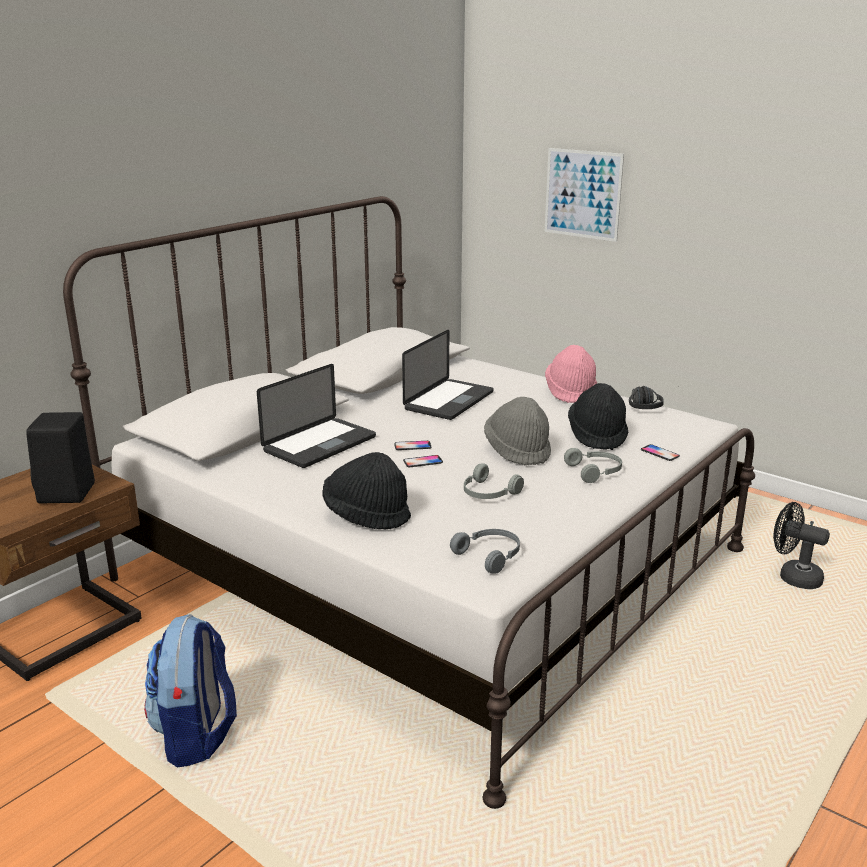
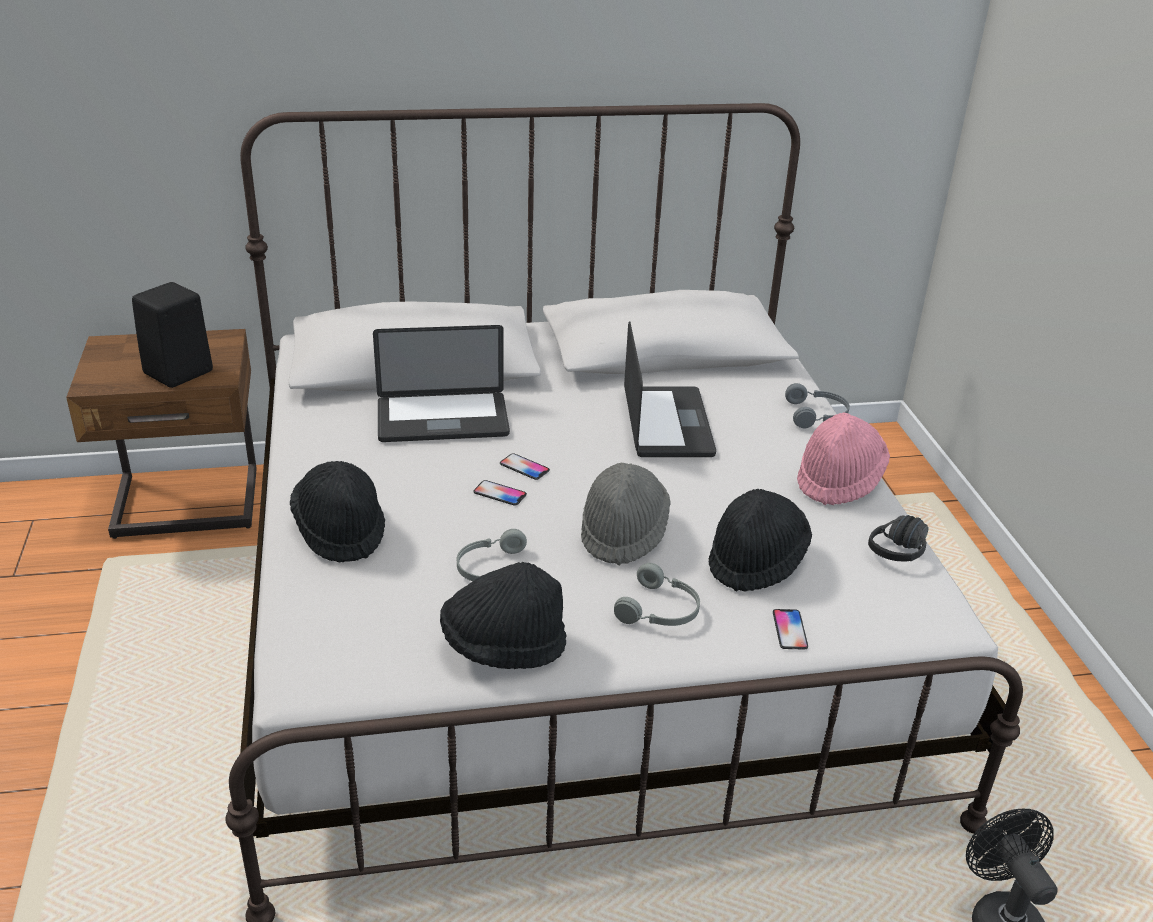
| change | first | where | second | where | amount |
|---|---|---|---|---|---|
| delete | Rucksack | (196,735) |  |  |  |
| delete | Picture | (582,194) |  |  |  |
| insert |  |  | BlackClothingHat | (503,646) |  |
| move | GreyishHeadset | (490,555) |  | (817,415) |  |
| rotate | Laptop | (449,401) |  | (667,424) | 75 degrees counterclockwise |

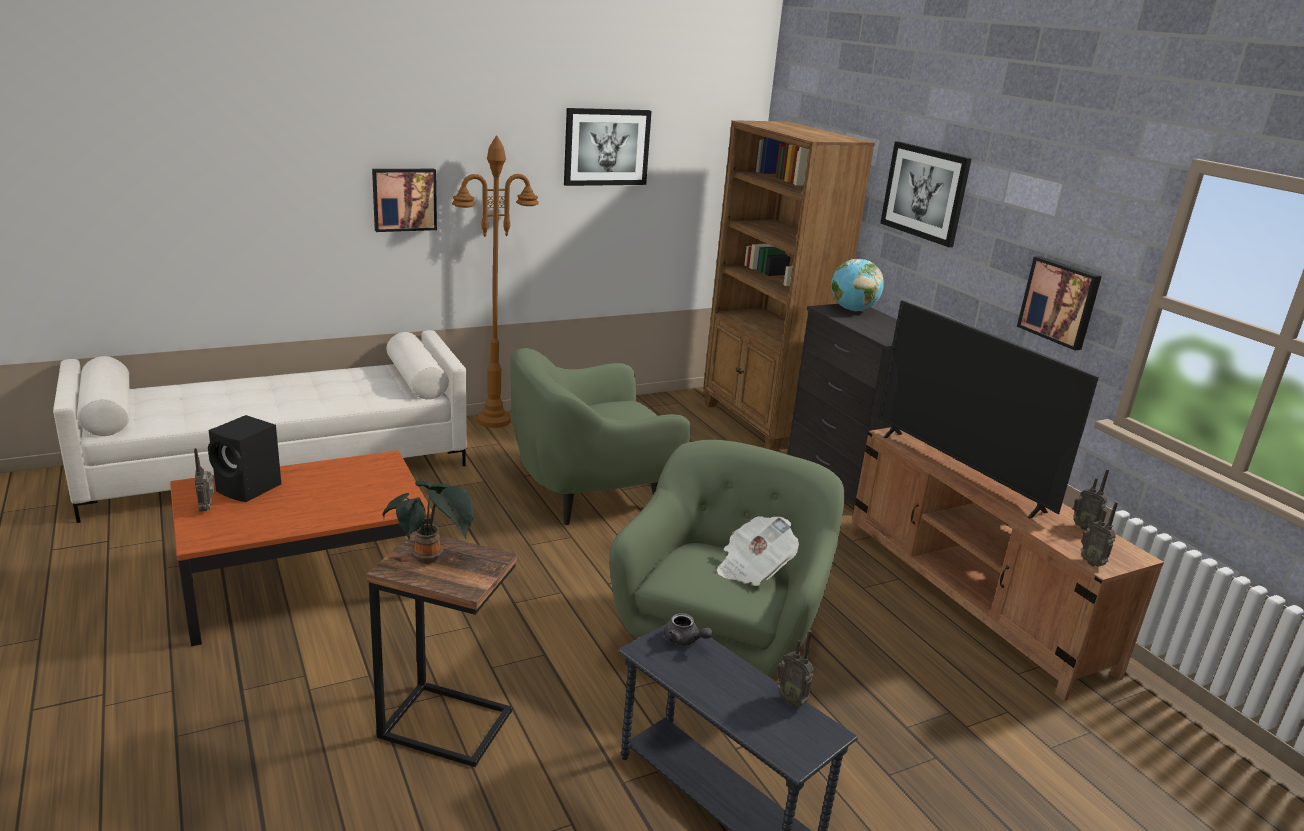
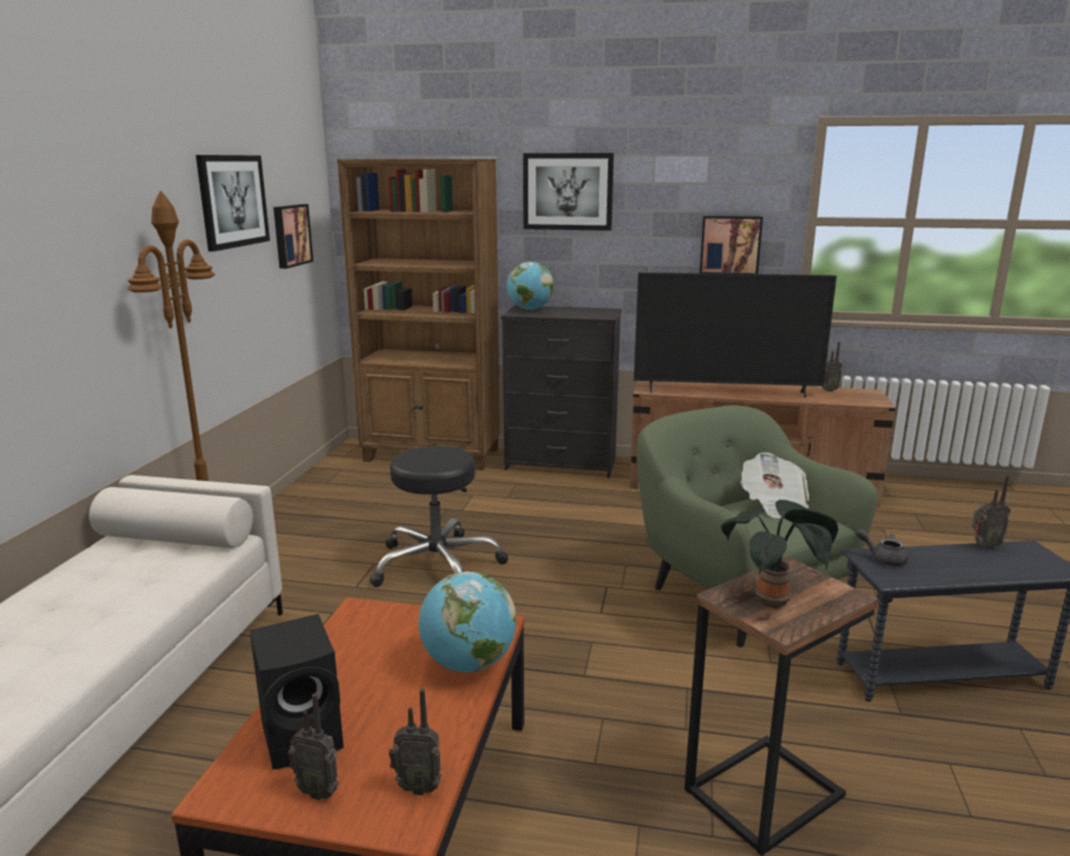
| change | first | where | second | where | amount |
|---|---|---|---|---|---|
| insert |  |  | WorldGlobe | (468,664) |  |
| move | Picture | (404,199) |  | (290,235) |  |
| move | Radio | (1092,562) |  | (418,787) |  |
| replace | GreenishArmchair | (590,493) | BlackSittingStool | (437,565) |  |
| rotate | GreyishTeapot | (684,640) |  | (883,558) | 135 degrees counterclockwise |

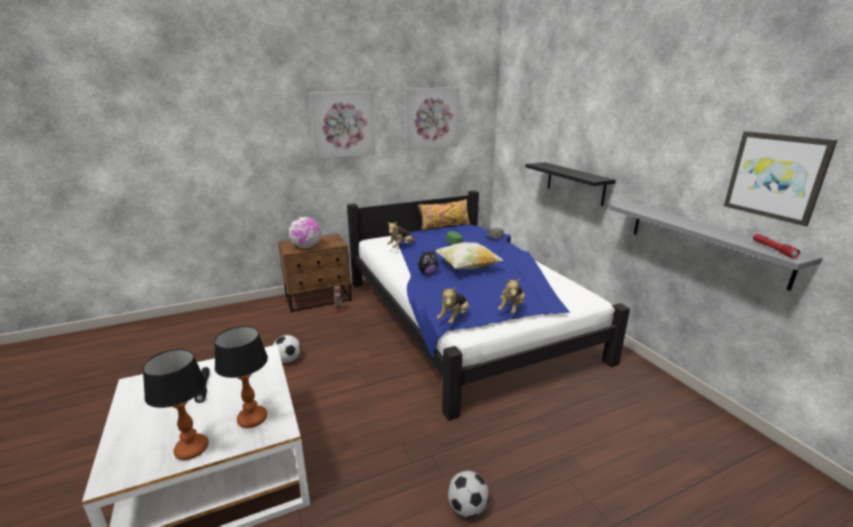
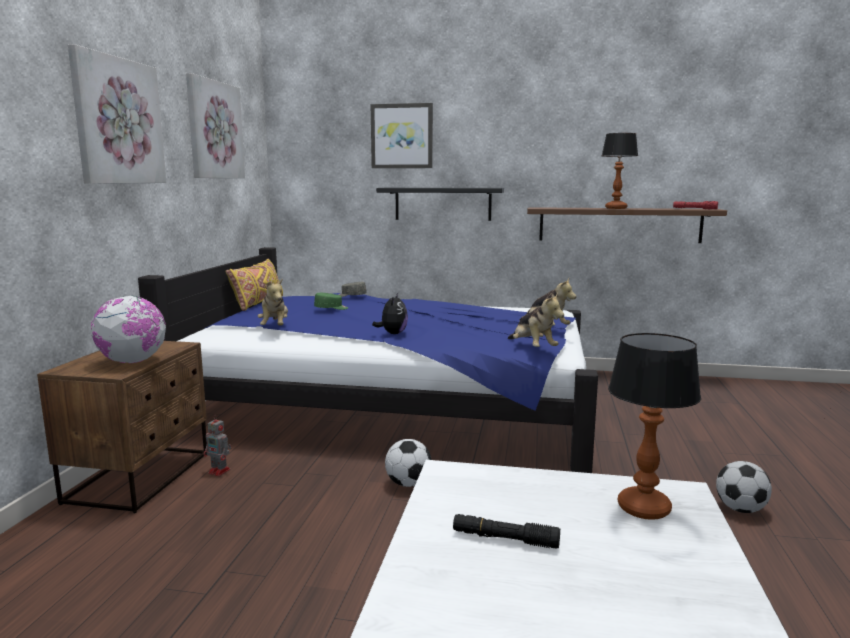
| change | first | where | second | where | amount |
|---|---|---|---|---|---|
| delete | Cushion | (467,267) |  |  |  |
| move | TabletopLamp | (192,449) |  | (615,208) |  |
| move | FootballBall | (288,360) |  | (408,483) |  |
| move | Picture | (776,176) |  | (402,136) |  |
| recolor | GreyishBracketShelf | (704,241) | BrownColouredBracketShelf | (619,225) |  |

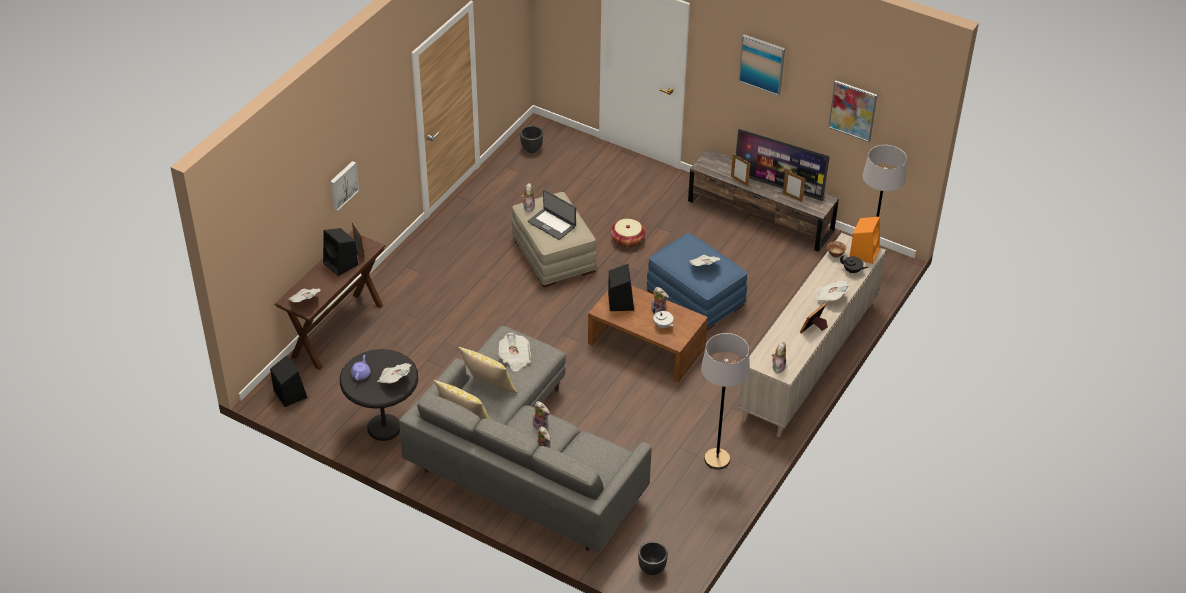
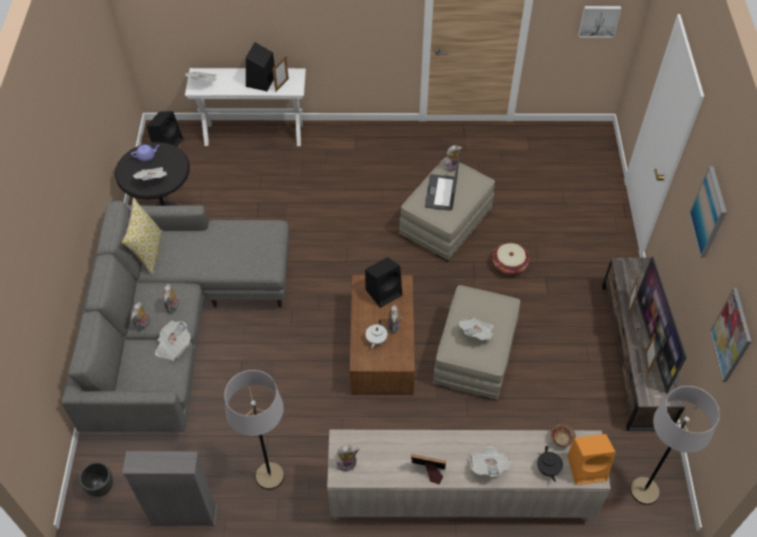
| change | first | where | second | where | amount |
|---|---|---|---|---|---|
| delete | Cushion | (489,387) |  |  |  |
| delete | BlackFlowerPot | (531,149) |  |  |  |
| insert |  |  | GreyishBookshelf | (184,516) |  |
| move | Picture | (342,185) |  | (598,20) |  |
| move | Newspaper | (515,359) |  | (173,346) |  |
| recolor | BrownColouredHallTable | (338,330) | WhiteHallTable | (254,134) |  |
| recolor | BlueColouredFootrest | (695,297) | BeigeFootrest | (474,354) |  |

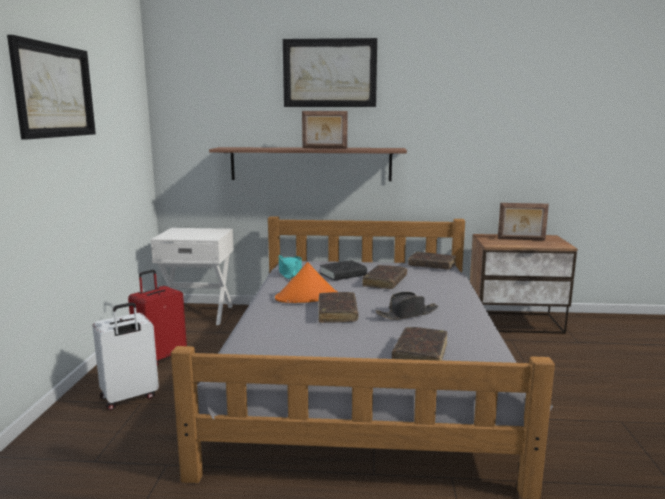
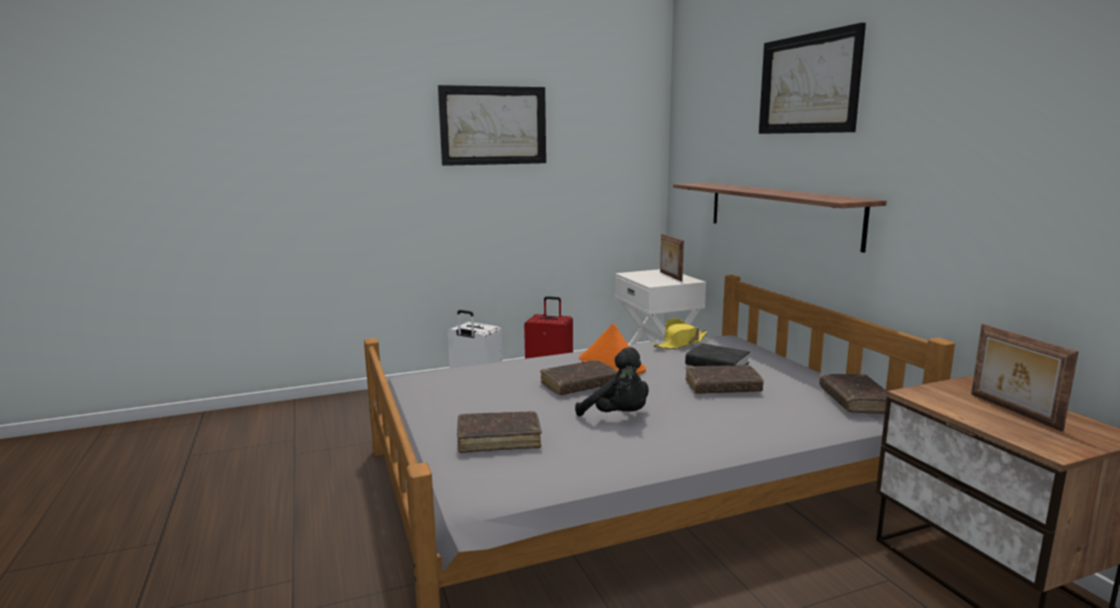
| change | first | where | second | where | amount |
|---|---|---|---|---|---|
| move | StandingFrame | (324,148) |  | (670,276) |  |
| replace | BlackClothingHat | (407,314) | BlackCuddlyToy | (618,416) |  |
| recolor | TurquoiseClothingHat | (290,273) | YellowClothingHat | (680,343) |  |

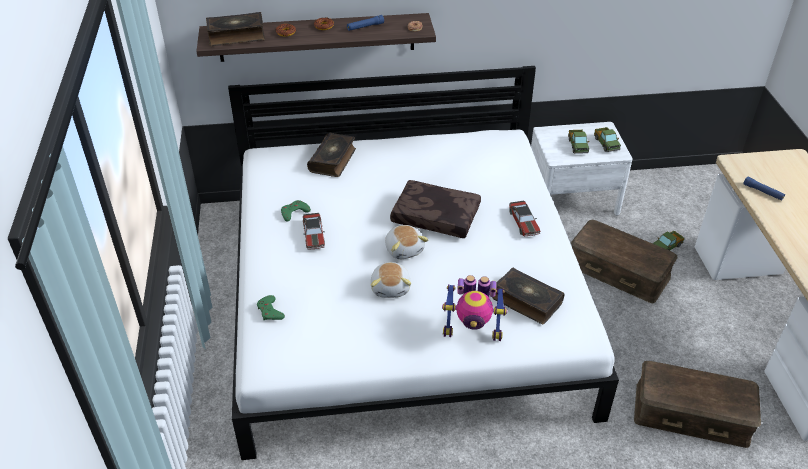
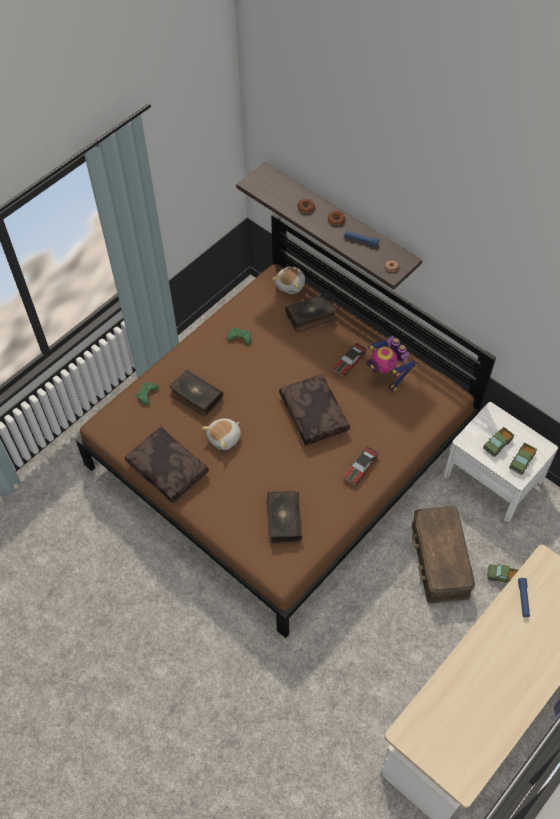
| change | first | where | second | where | amount |
|---|---|---|---|---|---|
| delete | BrownColouredStorageContainer | (691,414) |  |  |  |
| insert |  |  | BrownColouredCushion | (169,468) |  |
| move | BoundBook | (236,36) |  | (196,396) |  |
| move | MiniatureCar | (314,235) |  | (349,362) |  |
| move | CuddlyToy | (404,249) |  | (291,285) |  |
| move | ToyRobot | (472,330) |  | (386,374) |  |
| recolor | WhiteBedroomBed | (404,298) | BrownColouredBedroomBed | (281,449) |  |

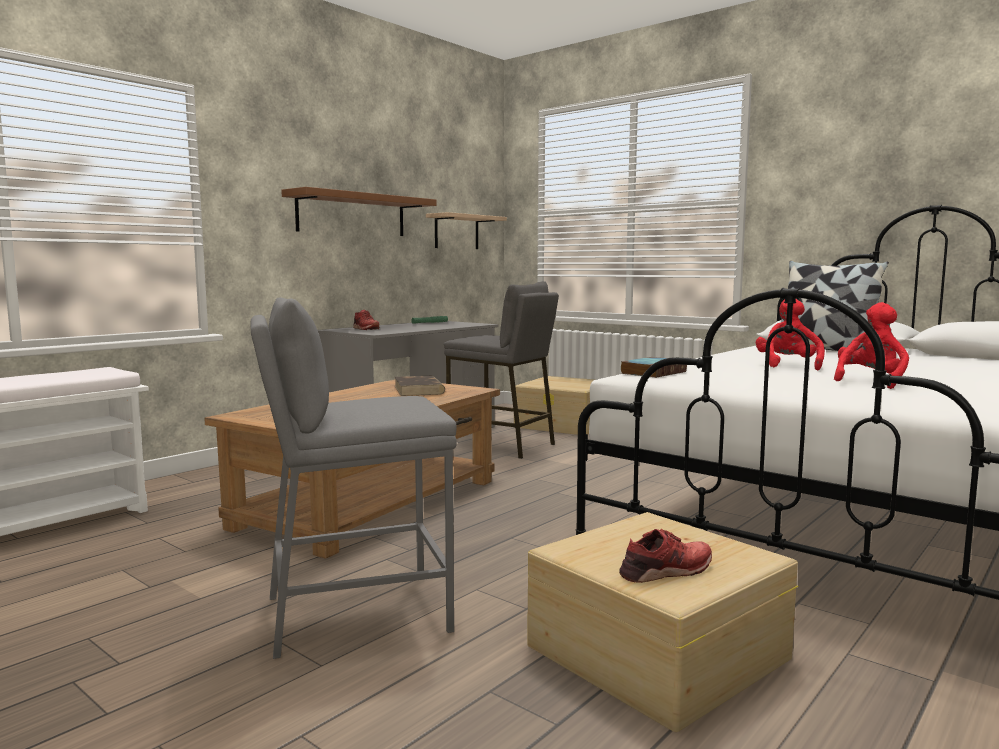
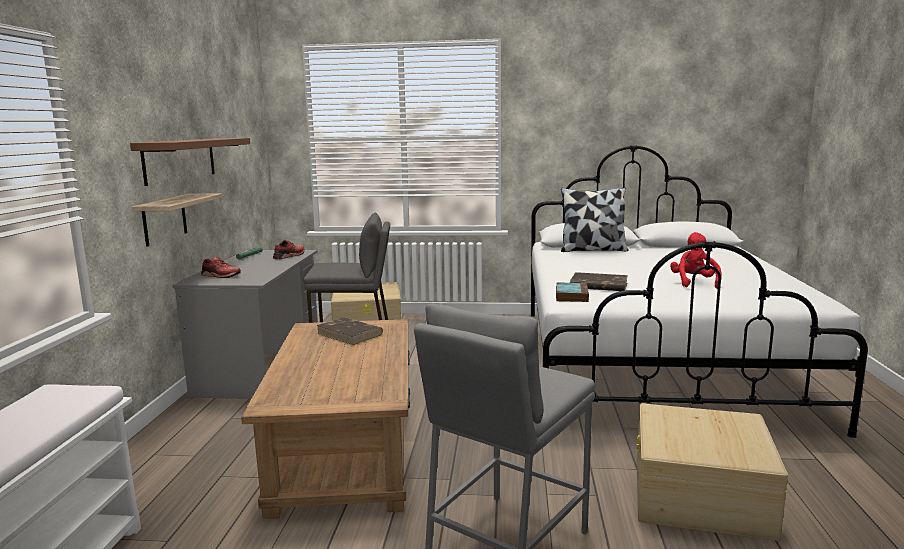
| change | first | where | second | where | amount |
|---|---|---|---|---|---|
| delete | RedColouredCuddlyToy | (787,366) |  |  |  |
| insert |  |  | BrownColouredBoundBook | (598,285) |  |
| move | BracketShelf | (456,232) |  | (164,219) |  |
| move | RedColouredShoe | (667,571) |  | (289,255) |  |

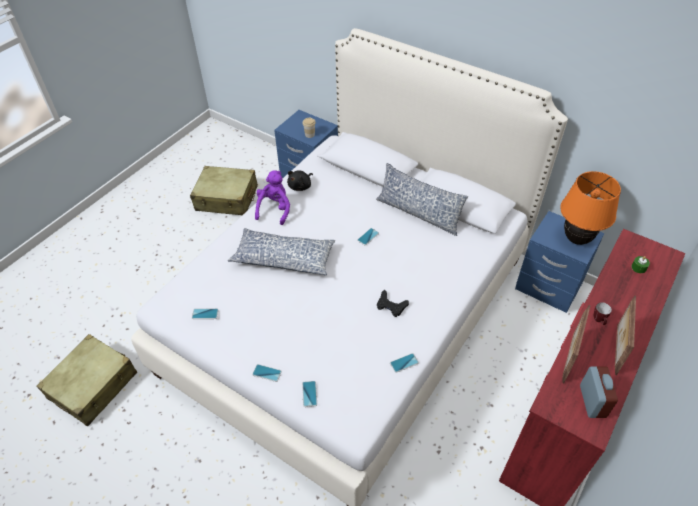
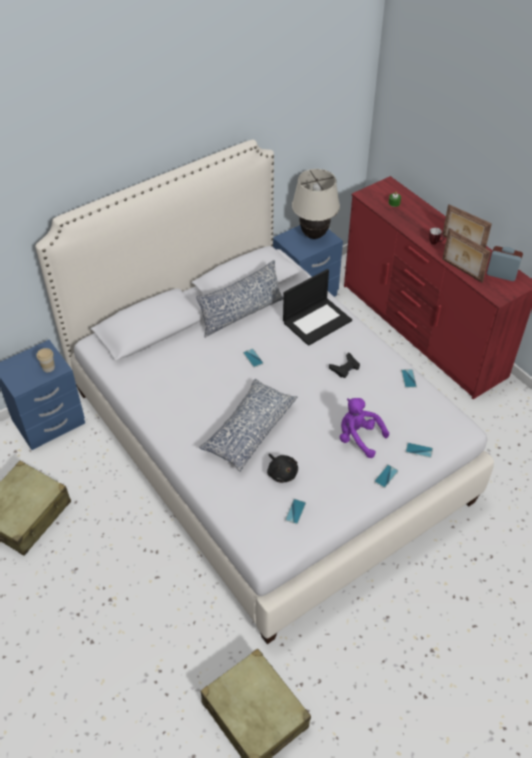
| change | first | where | second | where | amount |
|---|---|---|---|---|---|
| insert |  |  | Laptop | (317,321) |  |
| move | PurpleCuddlyToy | (274,209) |  | (358,438) |  |
| move | BlackCuddlyToy | (301,186) |  | (282,473) |  |
| recolor | OrangeColouredTabletopLamp | (576,239) | BeigeTabletopLamp | (314,235) |  |

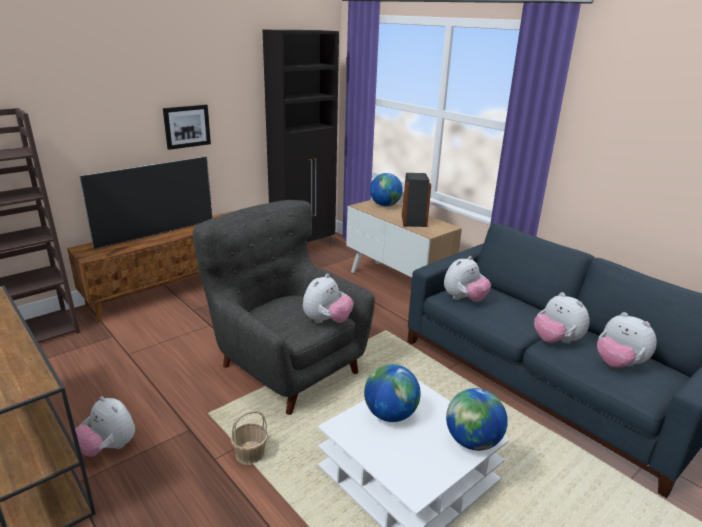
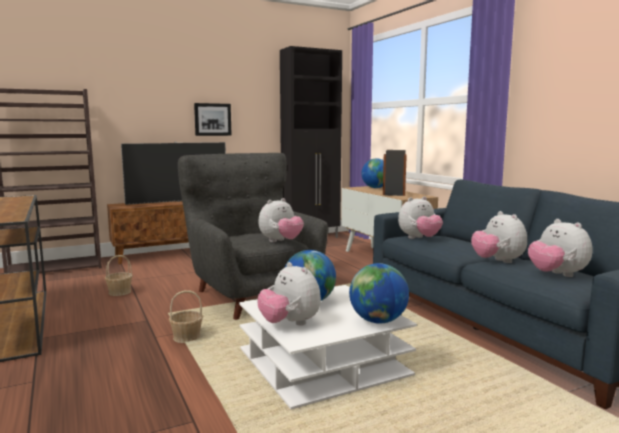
| change | first | where | second | where | amount |
|---|---|---|---|---|---|
| insert |  |  | Basket | (119,292) |  |
| move | CuddlyToy | (109,447) |  | (290,324) |  |

